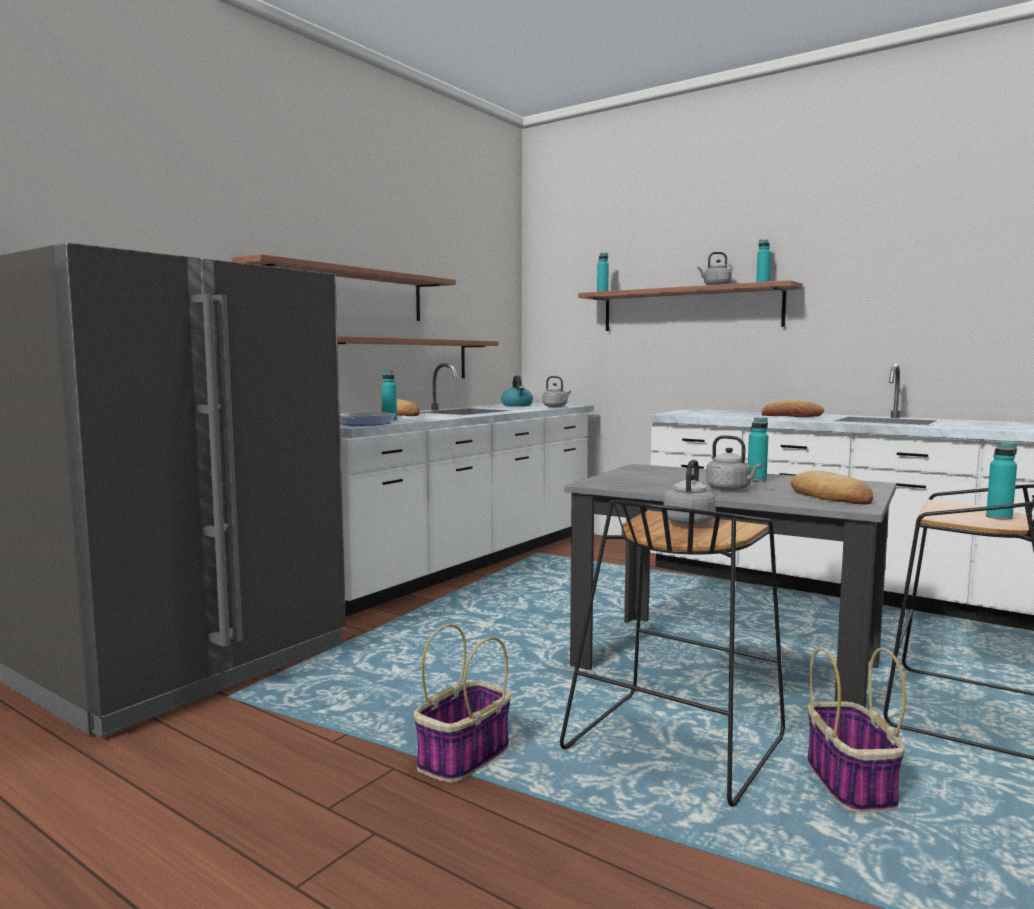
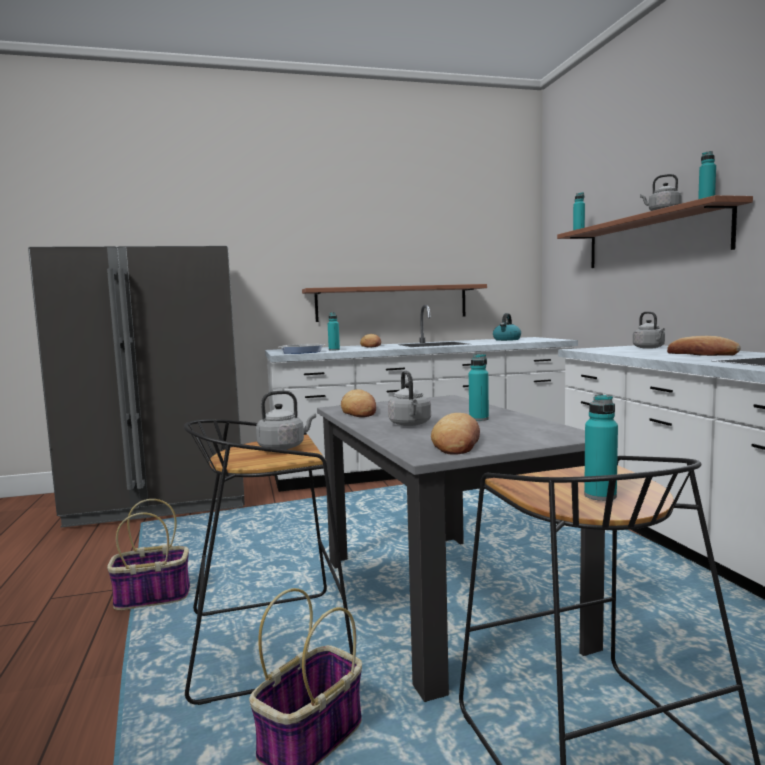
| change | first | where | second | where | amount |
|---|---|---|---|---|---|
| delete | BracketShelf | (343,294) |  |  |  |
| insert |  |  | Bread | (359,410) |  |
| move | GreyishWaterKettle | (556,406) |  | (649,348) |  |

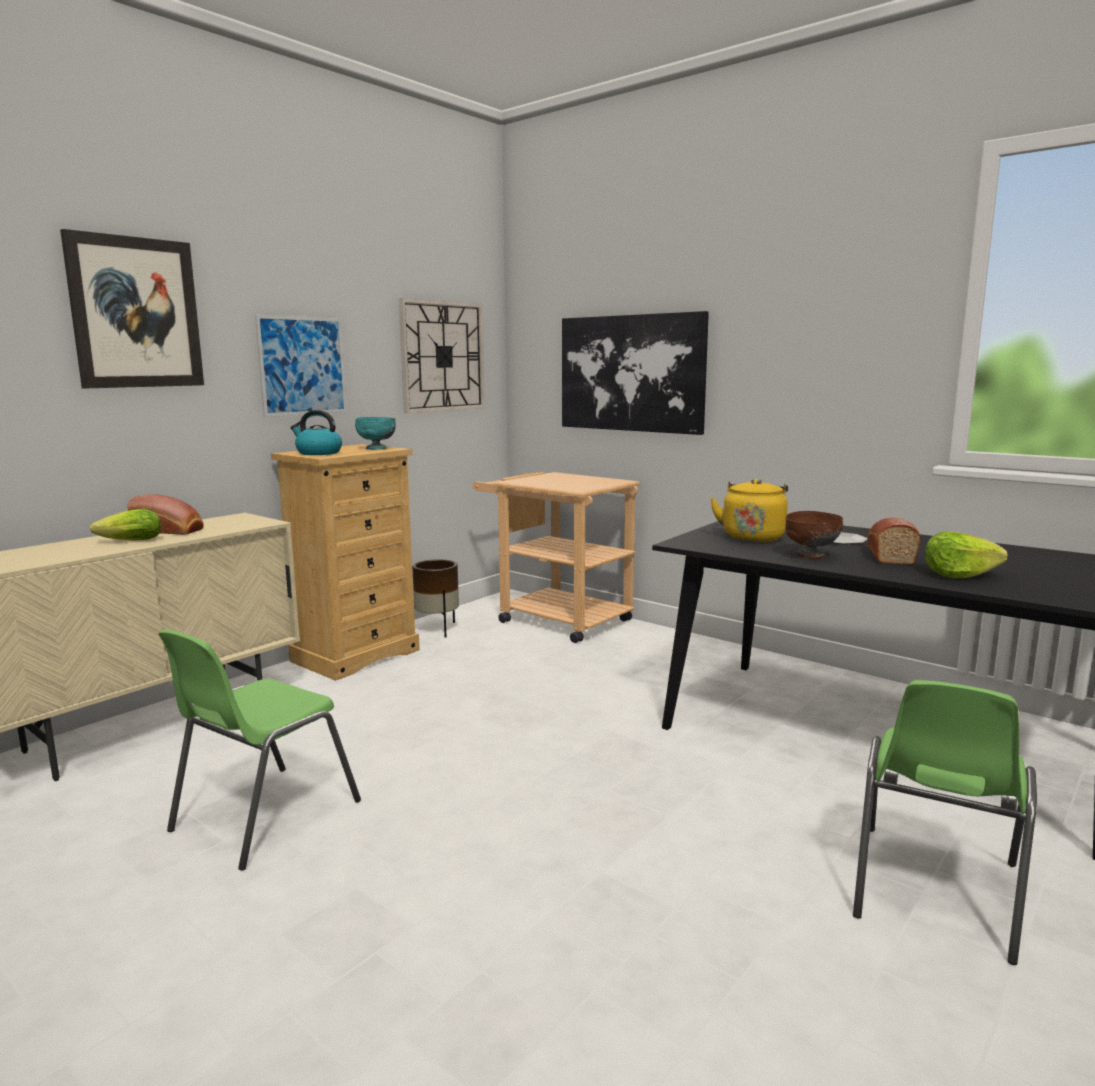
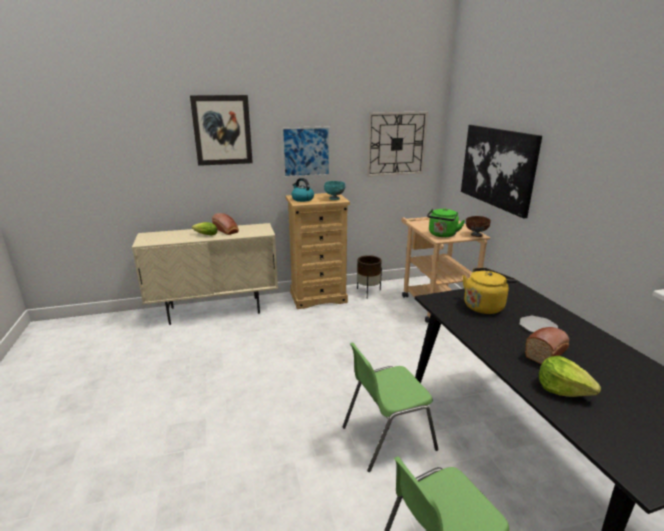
| change | first | where | second | where | amount |
|---|---|---|---|---|---|
| insert |  |  | GreenishWaterKettle | (442,235) |  |
| move | GreenishUprightChair | (262,816) |  | (386,437) |  |
| move | BrownColouredDeepDish | (811,556) |  | (476,235) |  |

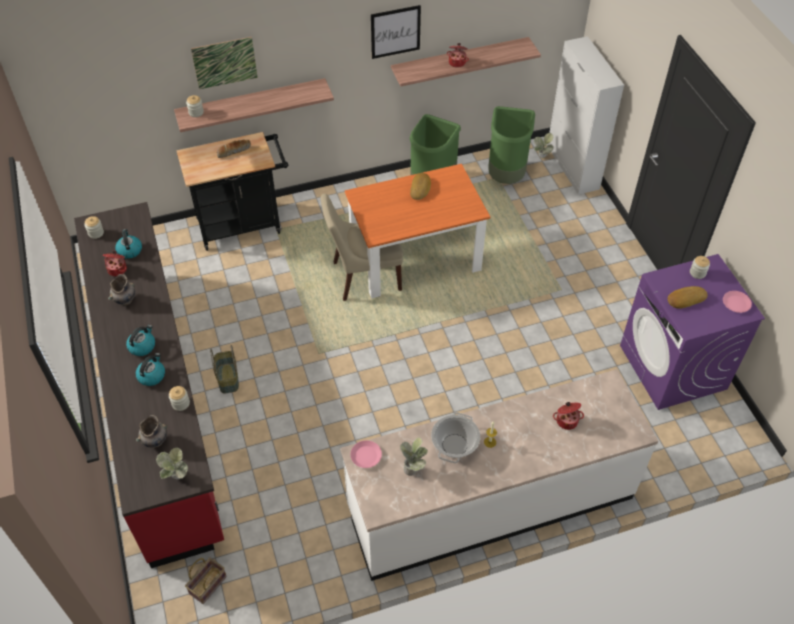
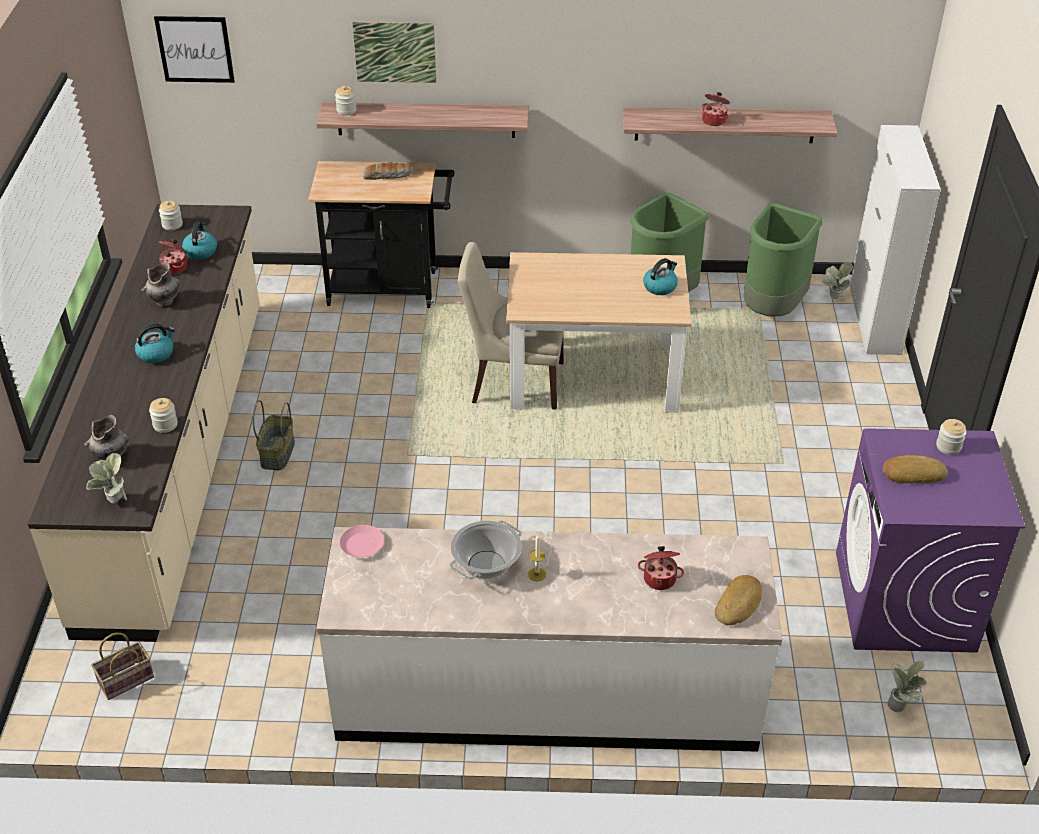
| change | first | where | second | where | amount |
|---|---|---|---|---|---|
| delete | PinkishDinnerPlate | (736,303) |  |  |  |
| move | WaterKettle | (152,375) |  | (660,286) |  |
| move | Picture | (395,31) |  | (195,49) |  |
| move | Houseplant | (413,467) |  | (900,703) |  |
| move | Bread | (420,188) |  | (739,604) |  |
| recolor | RedColouredKitchenBaseUnit | (159,403) | BeigeKitchenBaseUnit | (179,459) |  |
| recolor | OrangeColouredDinnerTable | (415,259) | BeigeDinnerTable | (593,378) |  |

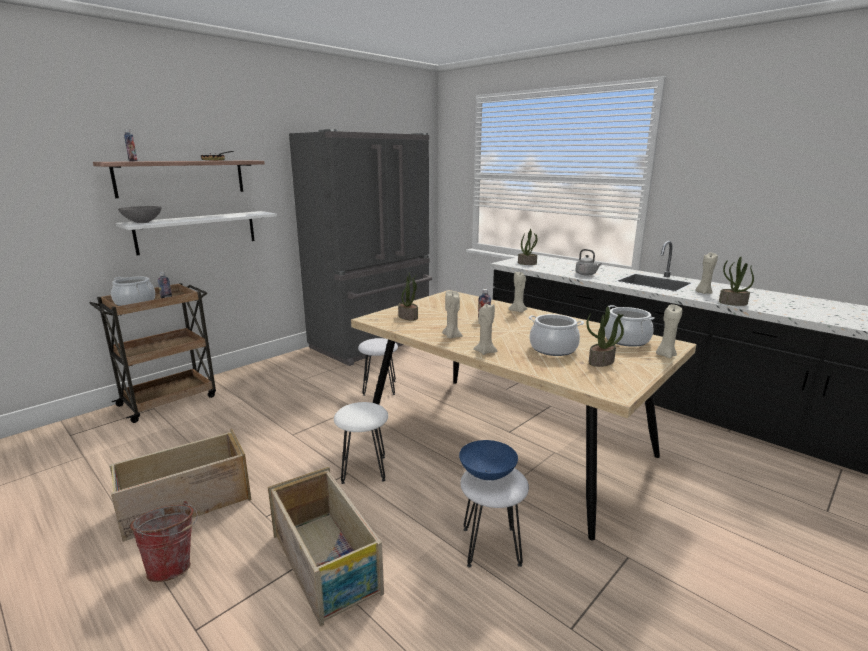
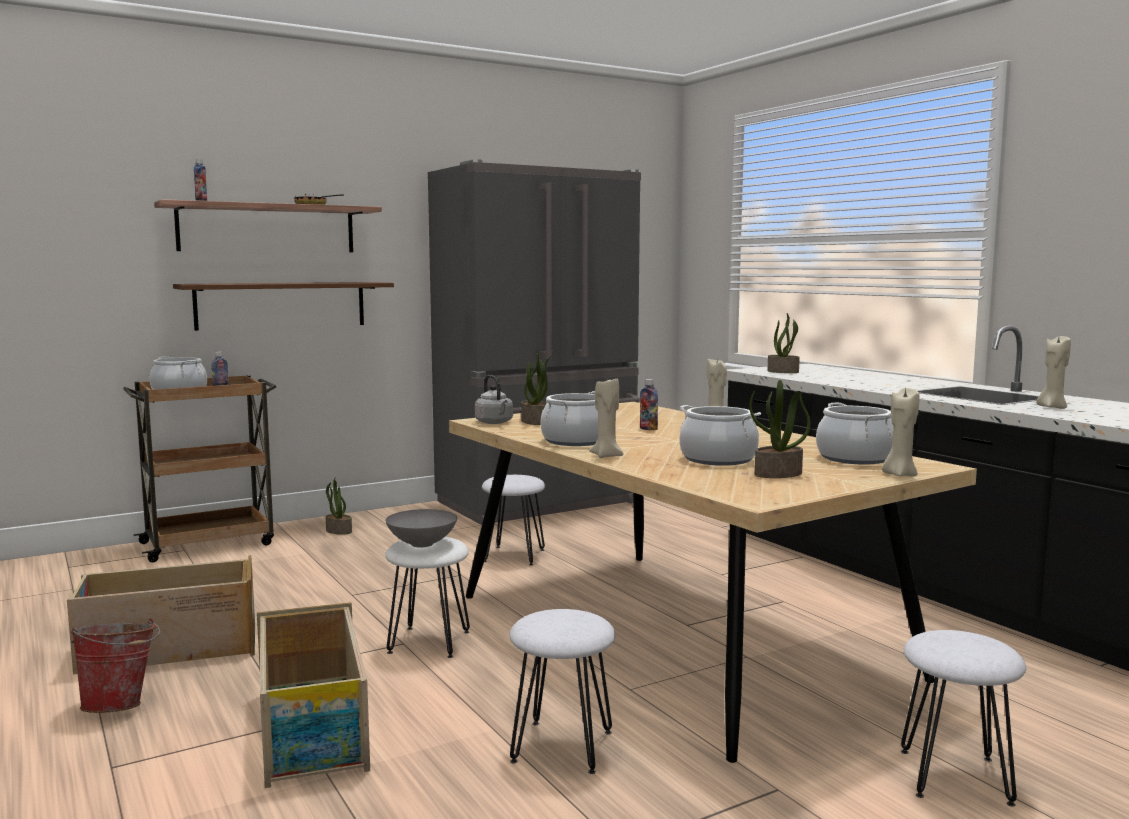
| change | first | where | second | where | amount |
|---|---|---|---|---|---|
| delete | BlueColouredDeepDish | (488,475) |  |  |  |
| insert |  |  | WhiteSittingStool | (955,777) |  |
| move | GreyishDeepDish | (142,222) |  | (421,544) |  |
| move | GreyishWaterKettle | (586,274) |  | (495,423) |  |
| move | Houseplant | (732,303) |  | (338,531) |  |
| replace | BeigeWaxCandle | (451,336) | Stockpot | (575,441) |  |
| recolor | WhiteBracketShelf | (197,232) | BrownColouredBracketShelf | (281,305) |  |

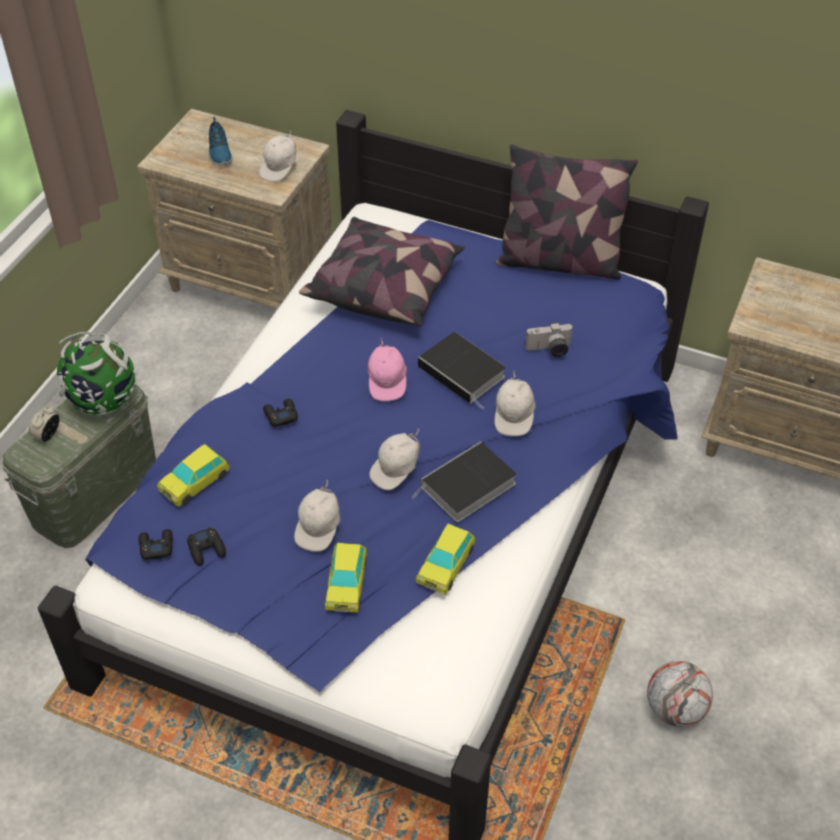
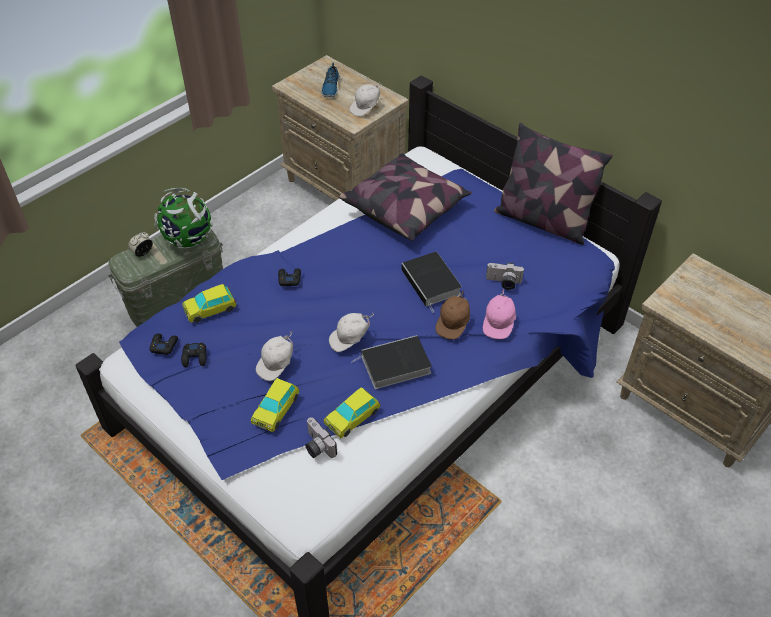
| change | first | where | second | where | amount |
|---|---|---|---|---|---|
| delete | FootballBall | (675,709) |  |  |  |
| insert |  |  | StillCamera | (317,446) |  |
| move | PinkishPeakedCap | (387,381) |  | (499,323) |  |
| recolor | WhitePeakedCap | (514,416) | BrownColouredPeakedCap | (453,324) |  |

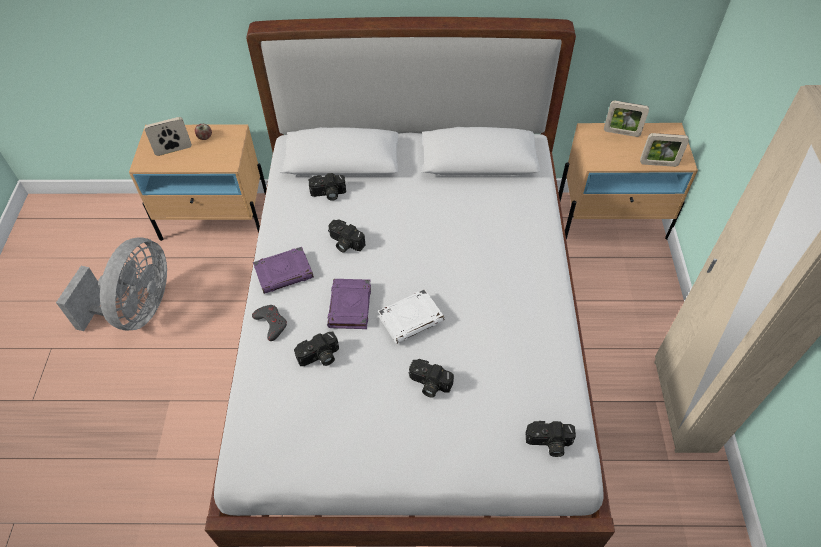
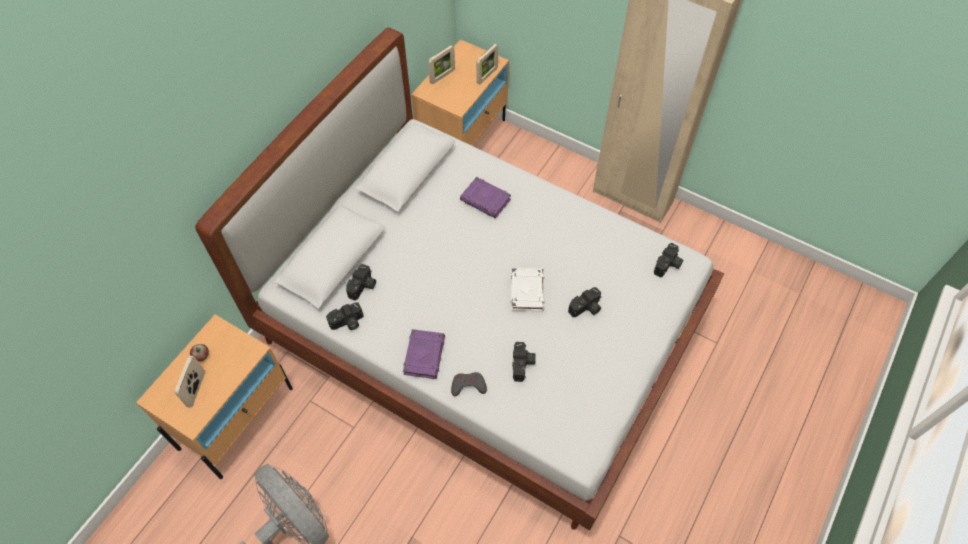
| change | first | where | second | where | amount |
|---|---|---|---|---|---|
| move | PurpleBoundBook | (350,307) |  | (486,200) |  |
| move | StillCamera | (344,243) |  | (347,323) |  |

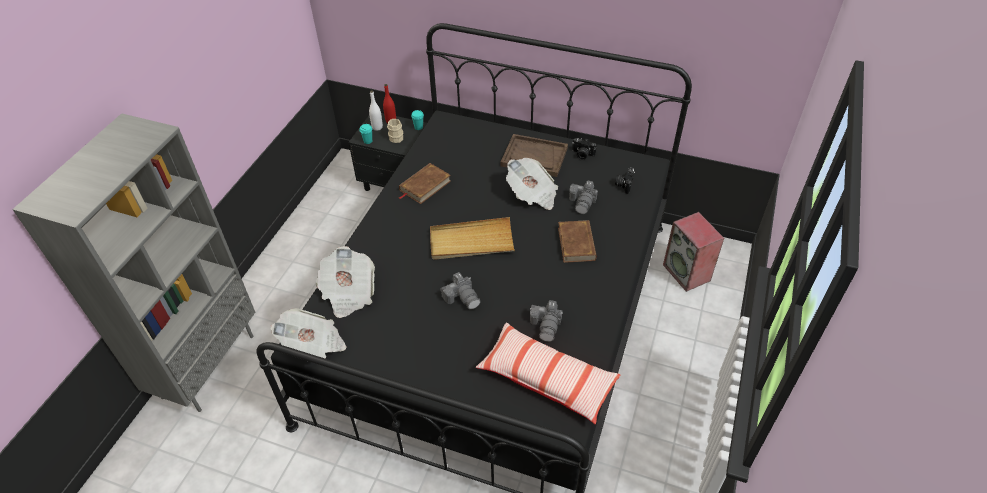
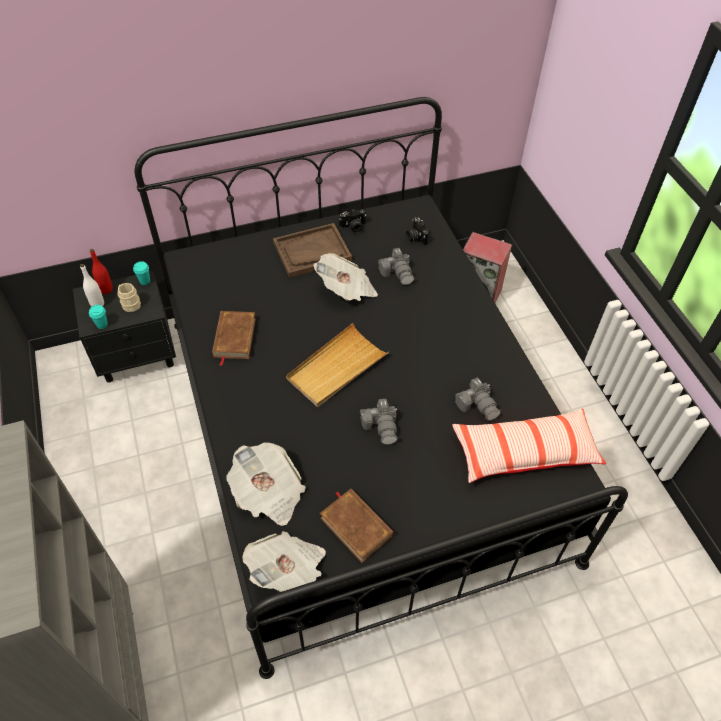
| change | first | where | second | where | amount |
|---|---|---|---|---|---|
| move | BrownColouredBoundBook | (576,243) |  | (356,526) |  |
| rotate | StillCamera | (462,297) |  | (381,426) | 60 degrees clockwise |

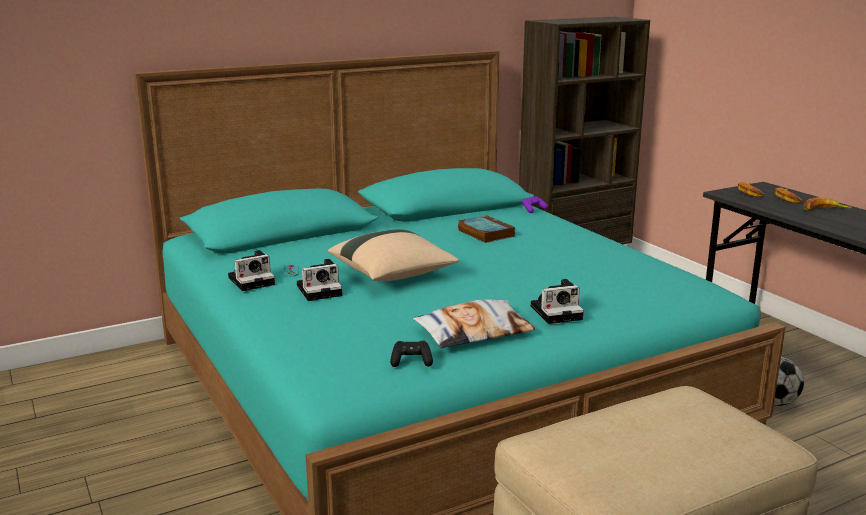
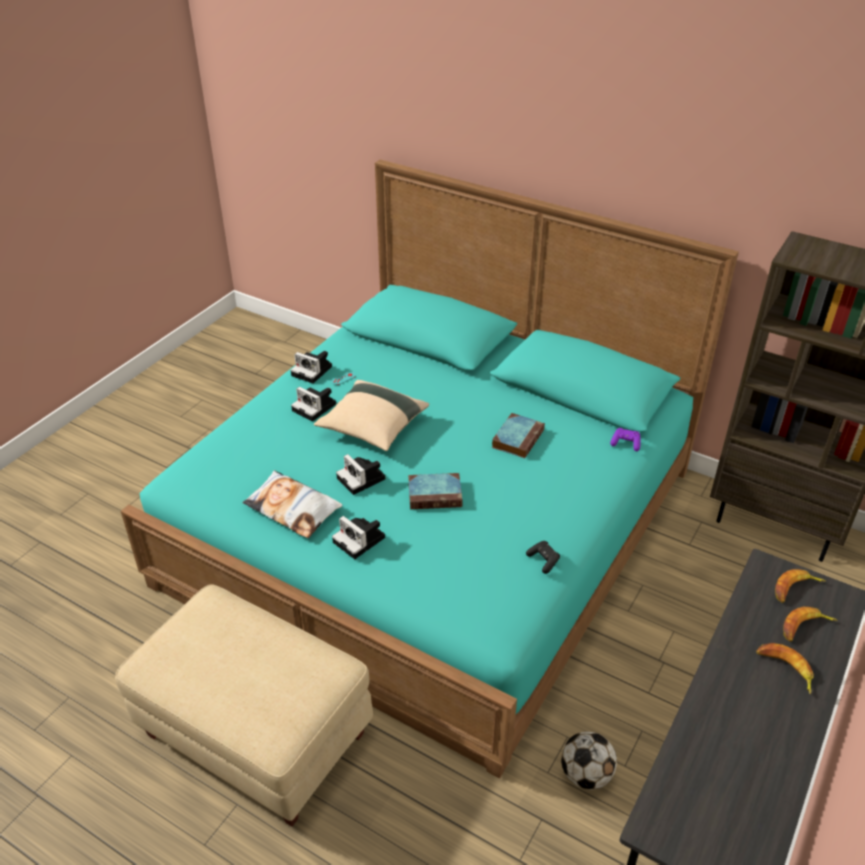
| change | first | where | second | where | amount |
|---|---|---|---|---|---|
| insert |  |  | StillCamera | (362,479) |  |
| insert |  |  | BoundBook | (436,494) |  |
| move | BlackGameController | (411,361) |  | (543,560) |  |

